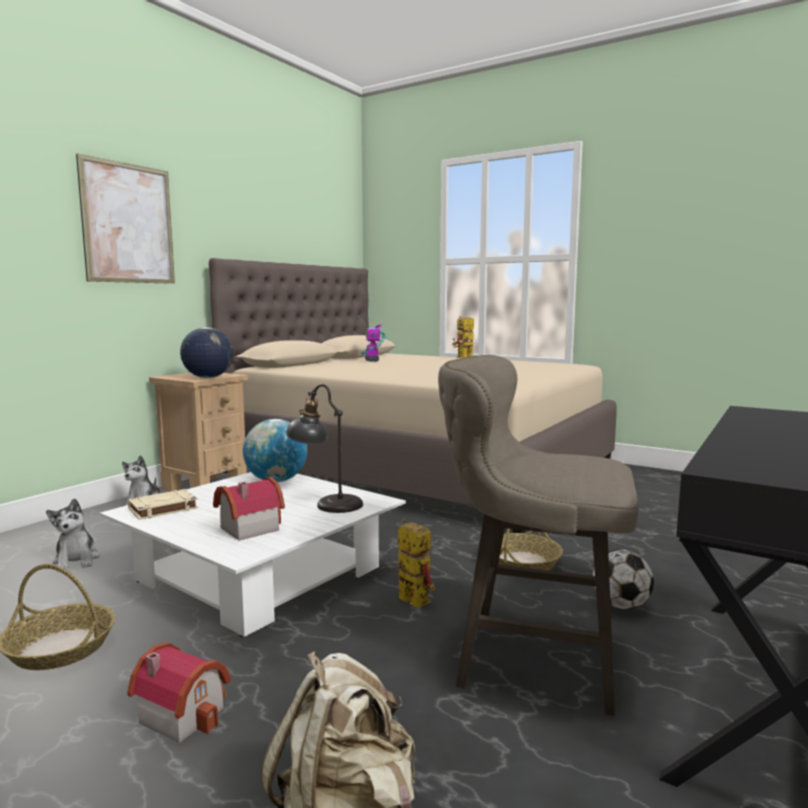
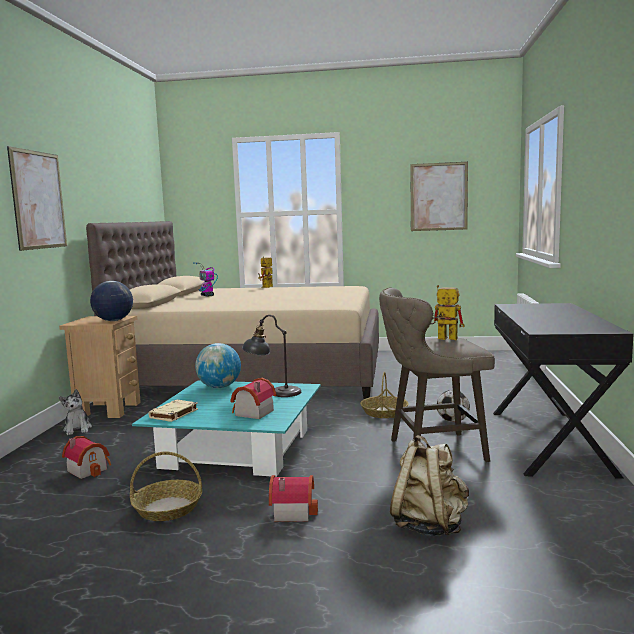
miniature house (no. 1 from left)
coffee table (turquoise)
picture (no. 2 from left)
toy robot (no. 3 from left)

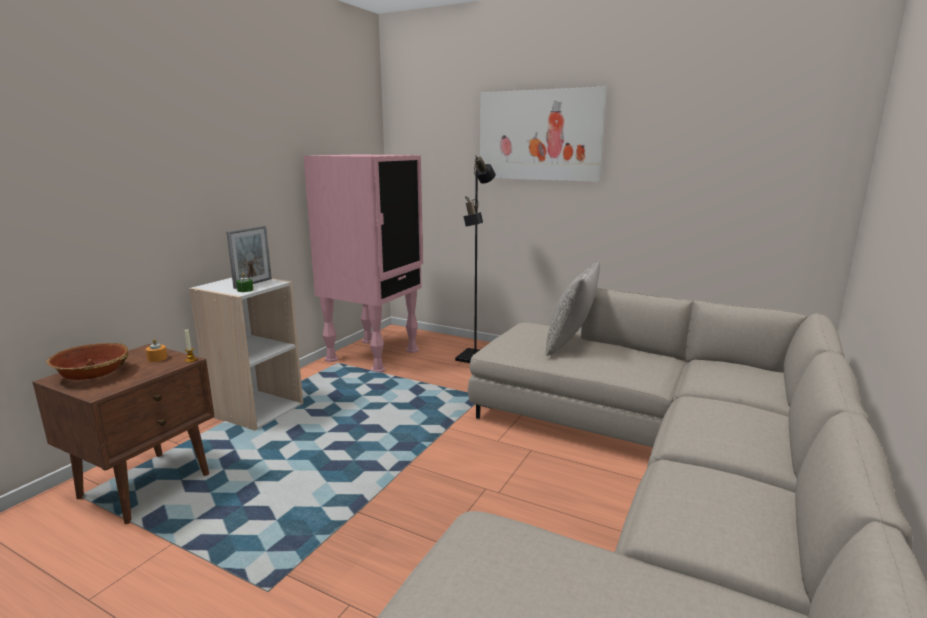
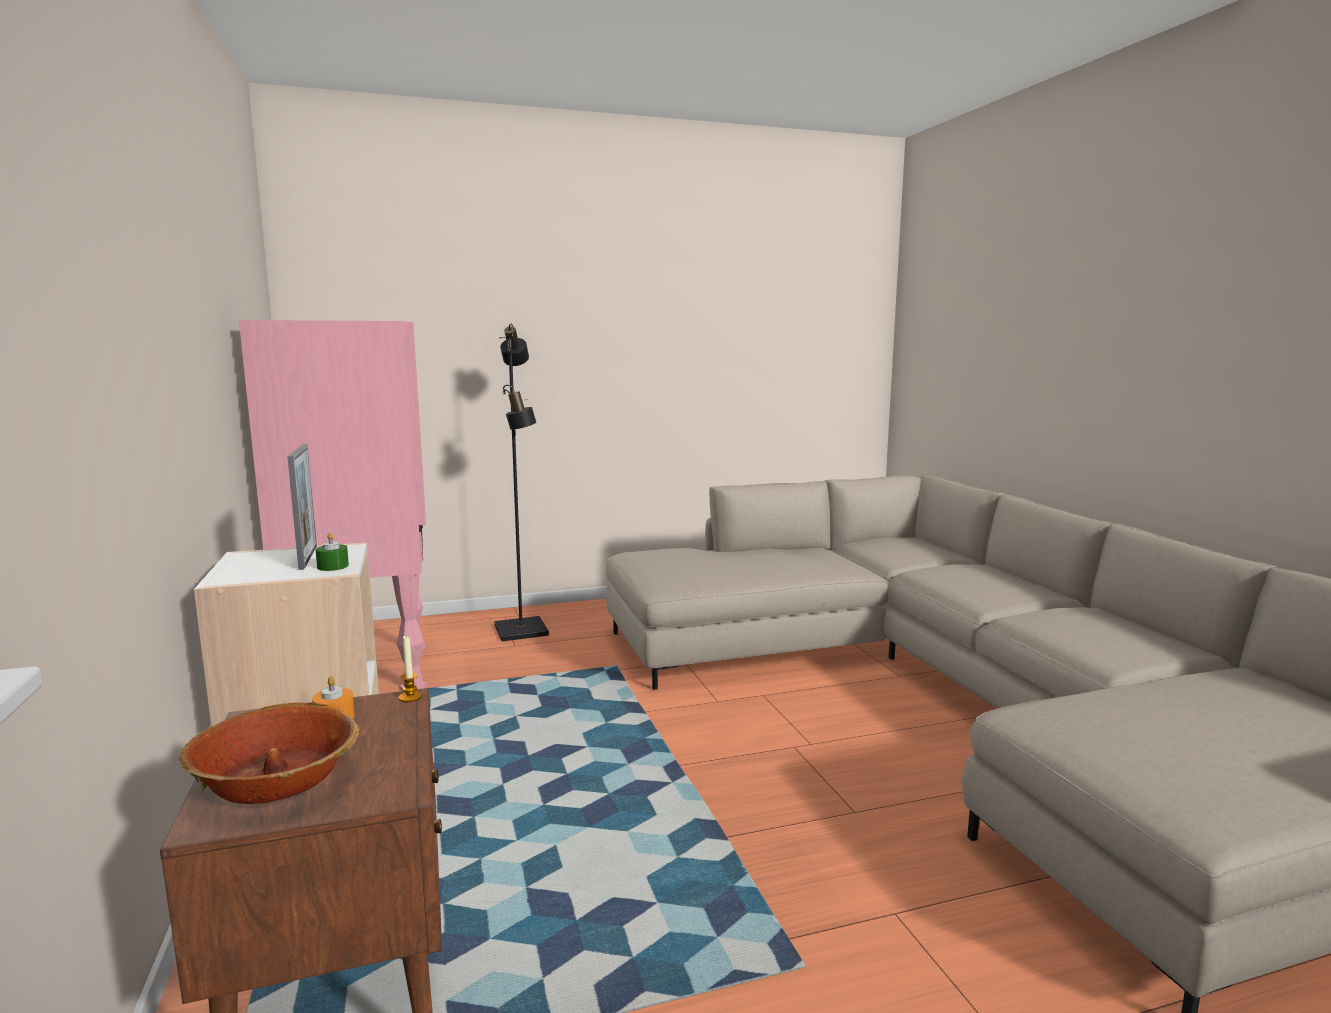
picture
throw pillow (gray)

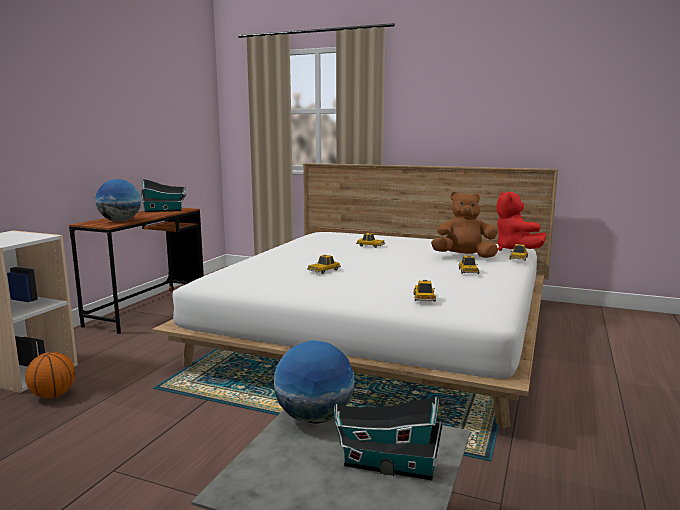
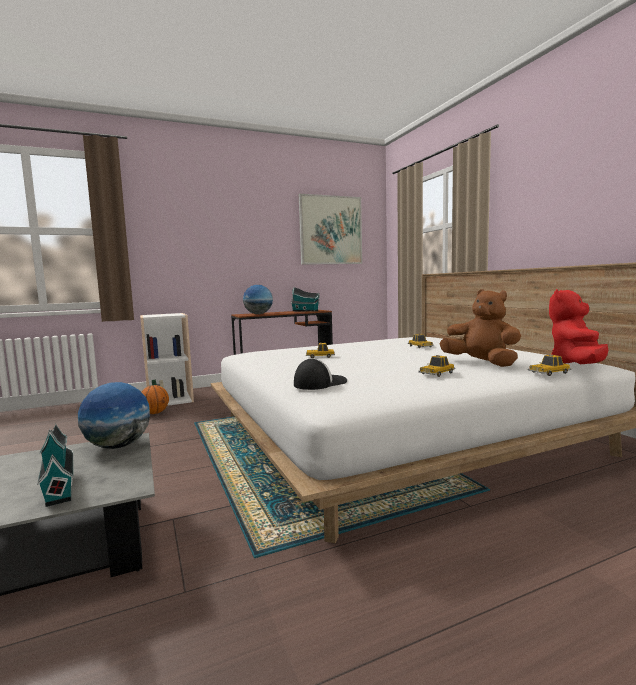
peaked cap
picture

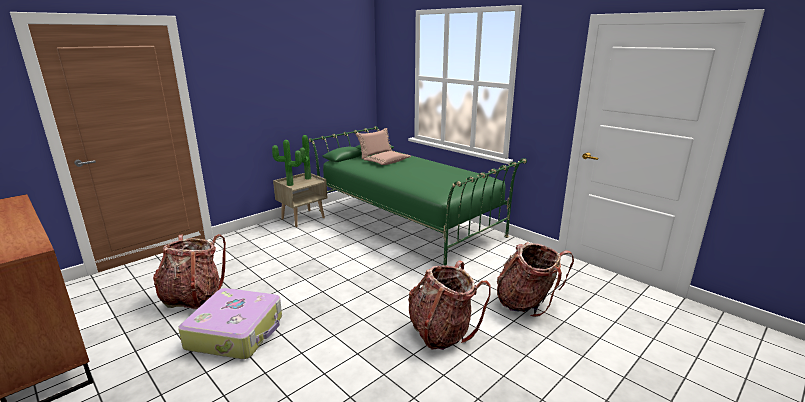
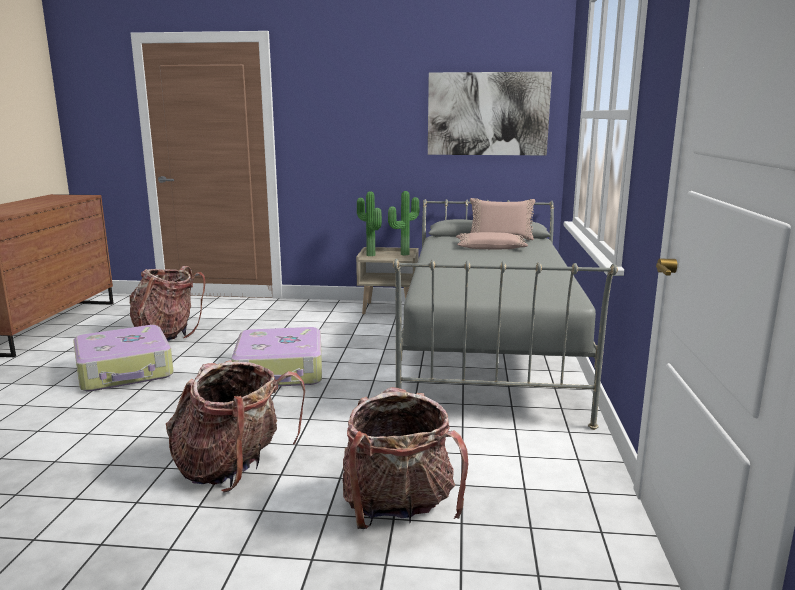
piece of luggage (no. 2 from left)
bedroom bed (gray)
picture

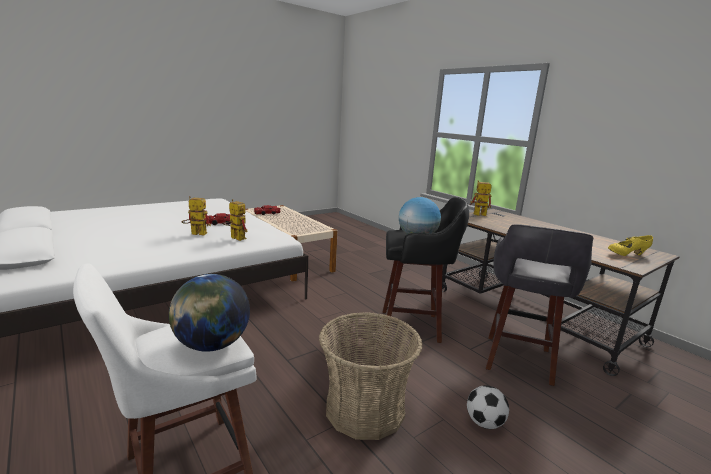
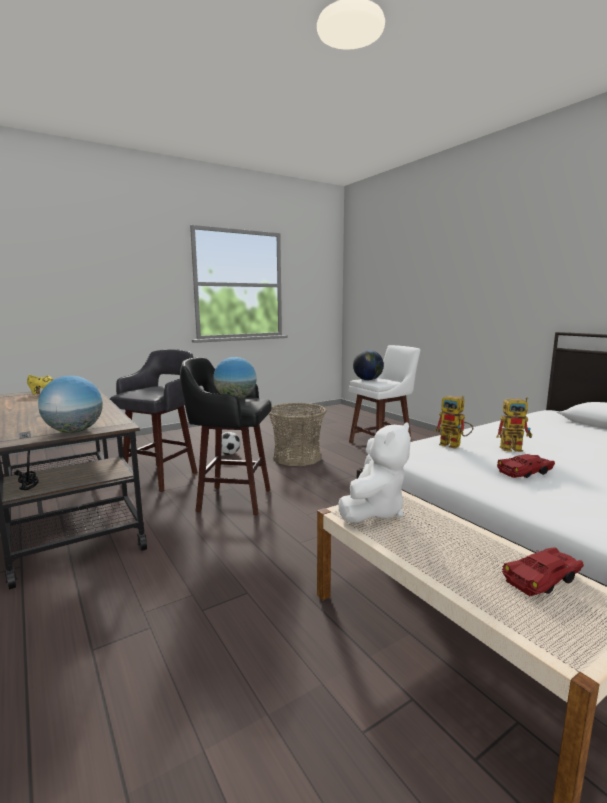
desk globe (no. 1 from left)
cuddly toy (white-coloured)

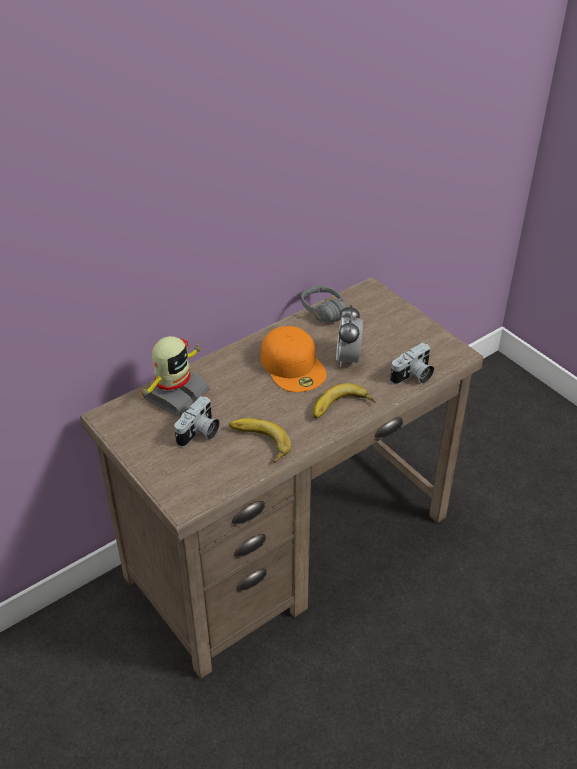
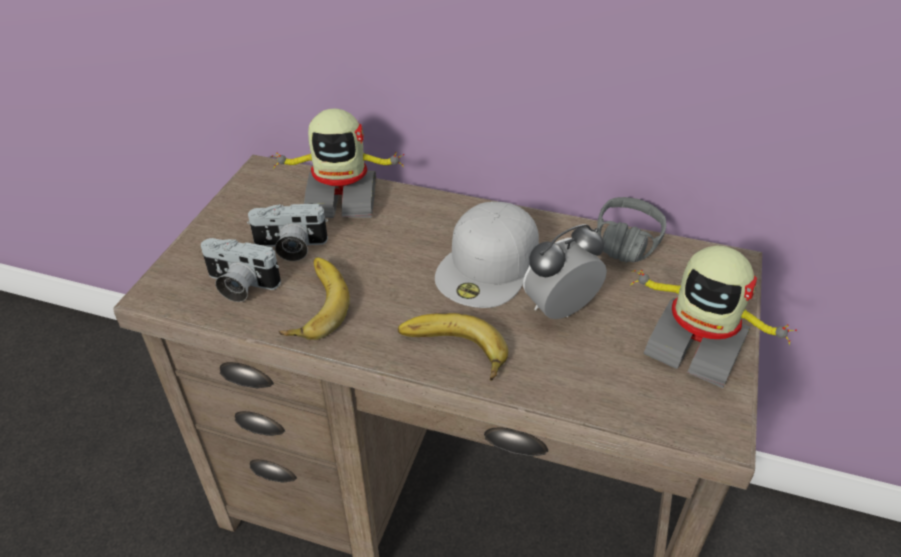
photo camera (no. 1 from left)
peaked cap (white-coloured)
toy robot (no. 2 from left)

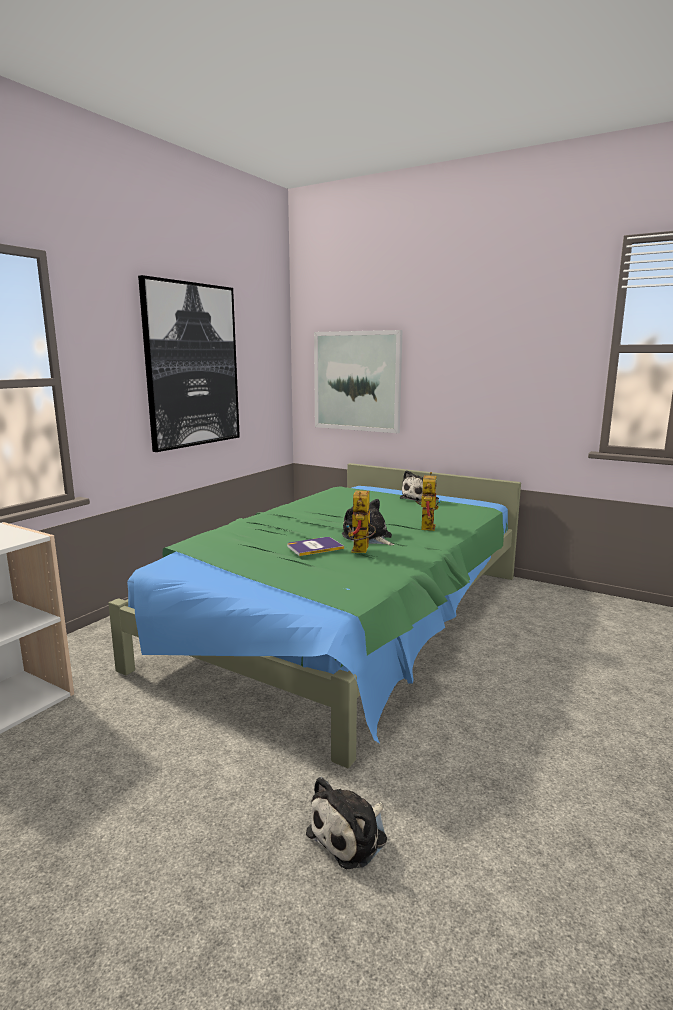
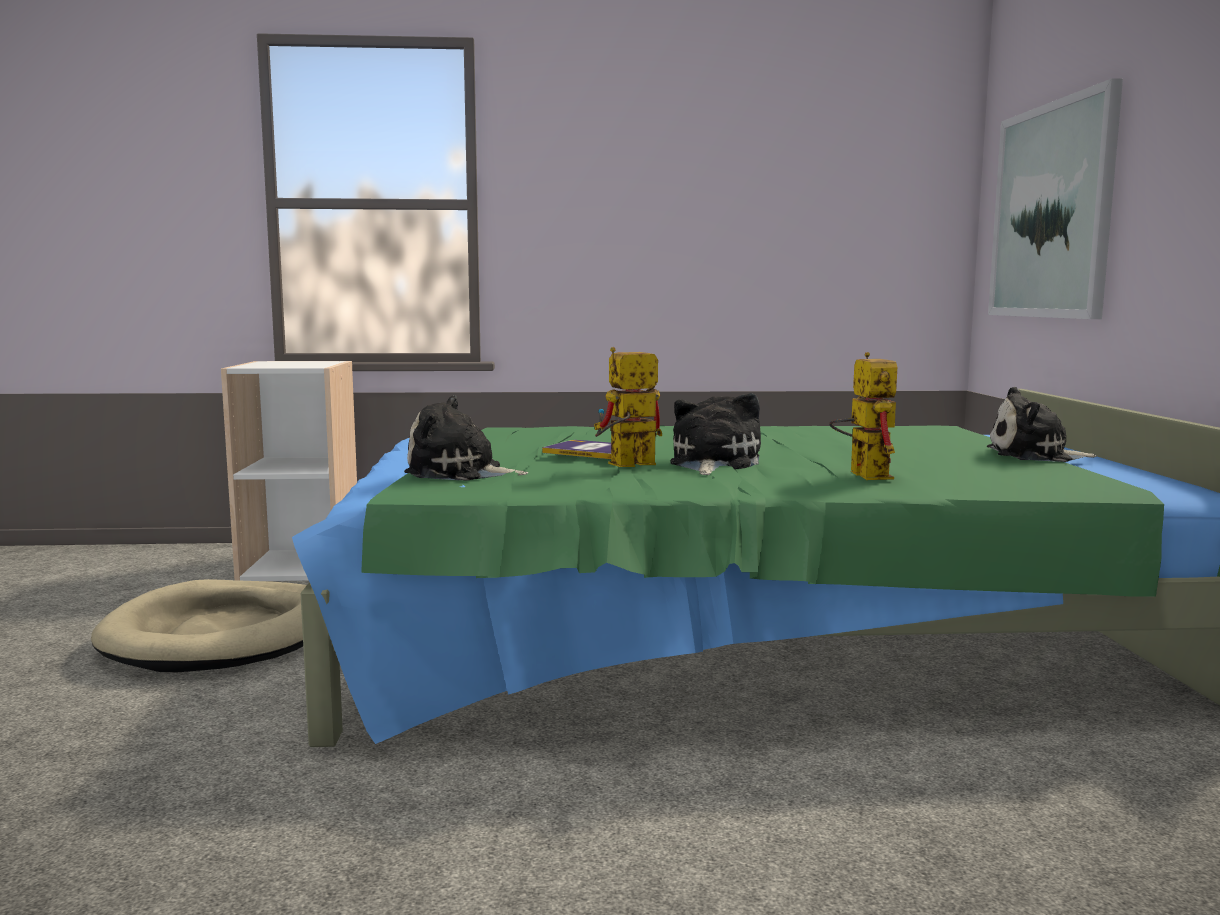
dog bed (beige)
cuddly toy (no. 1 from left)
toy robot (no. 2 from left)
picture (no. 1 from left in the first image)

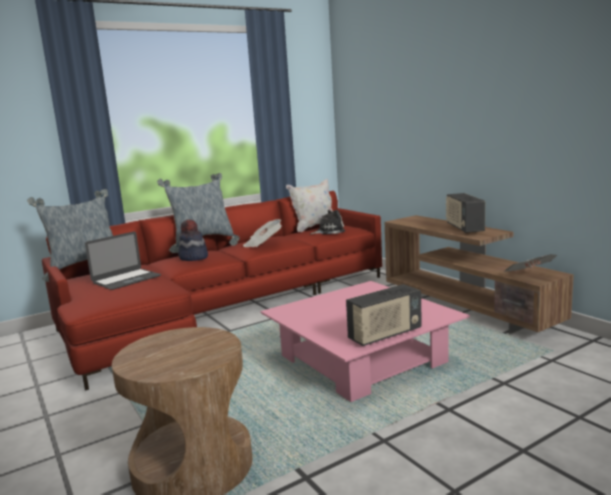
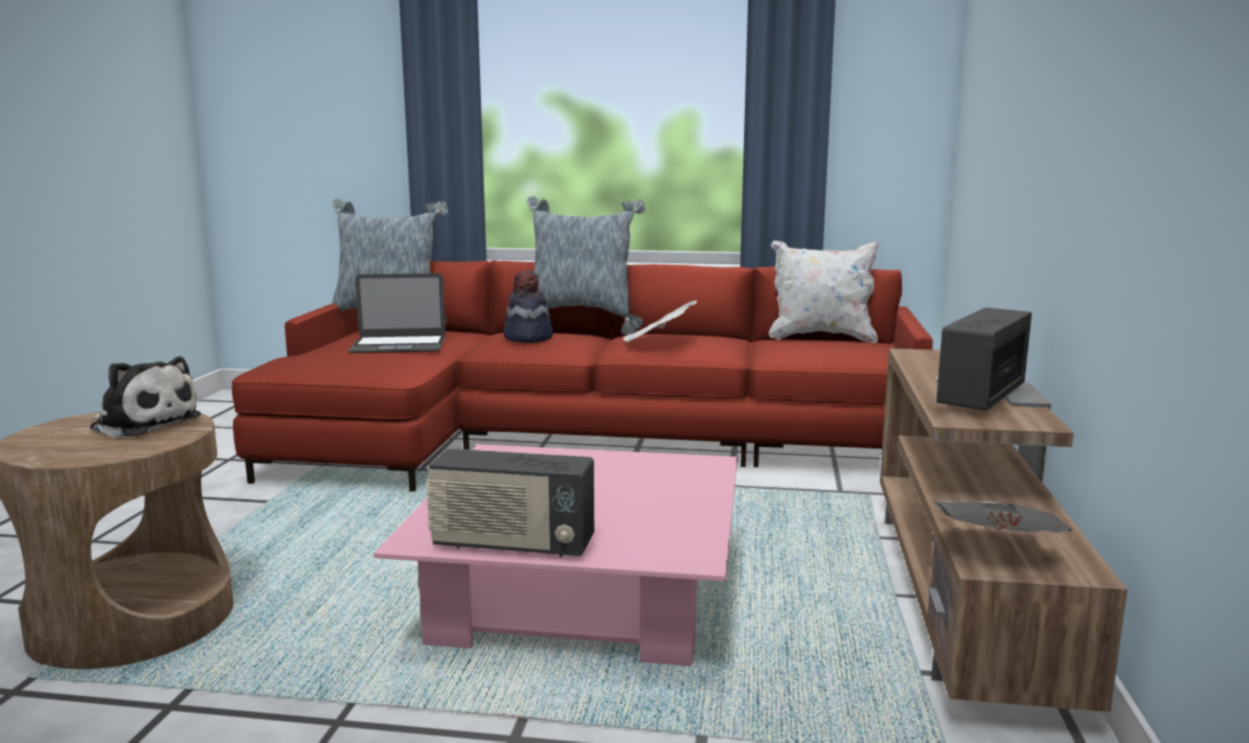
cuddly toy

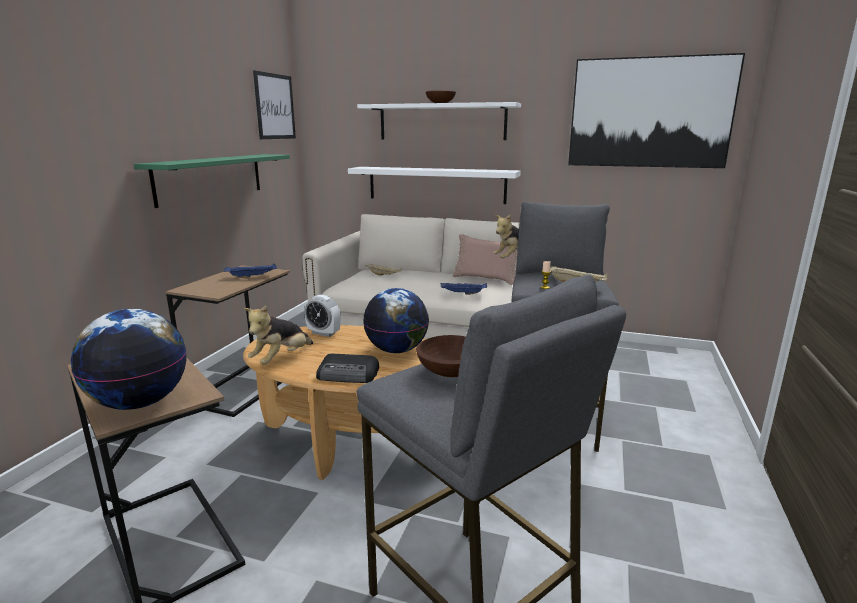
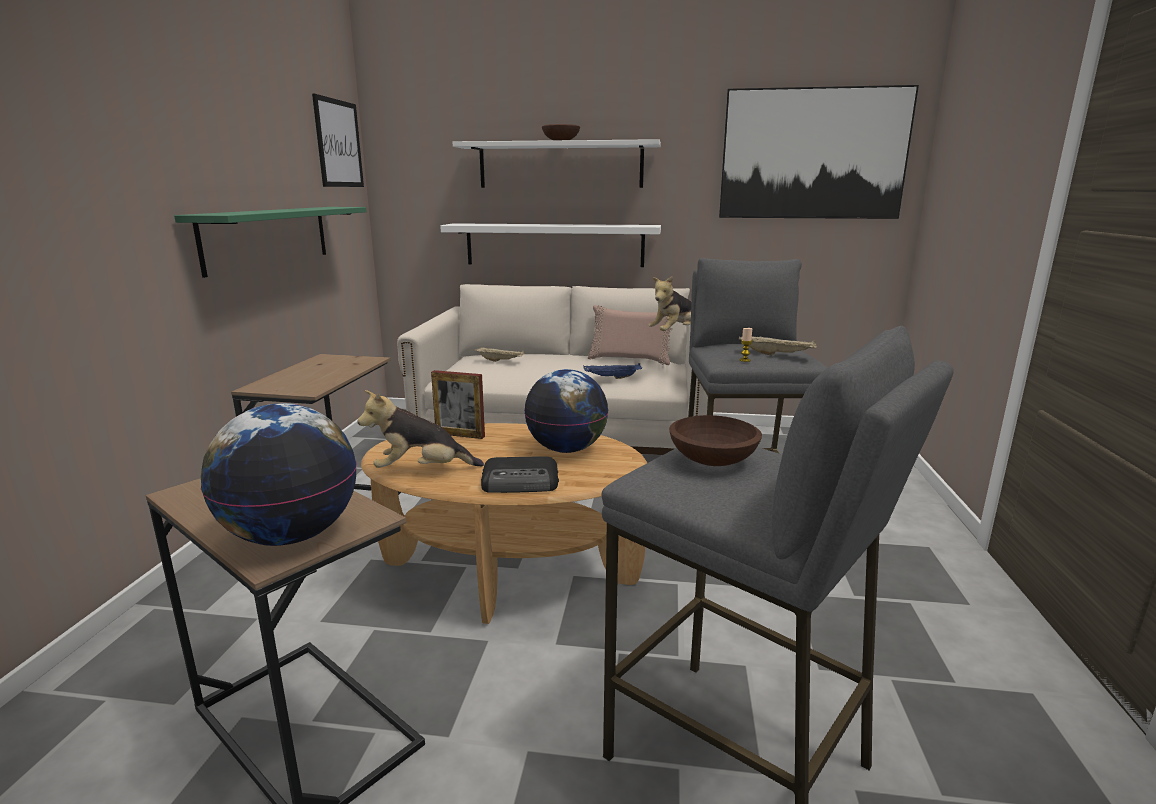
cuddly toy (no. 1 from left)
photo frame
serving tray (blue-coloured) (no. 1 from left in the first image)

